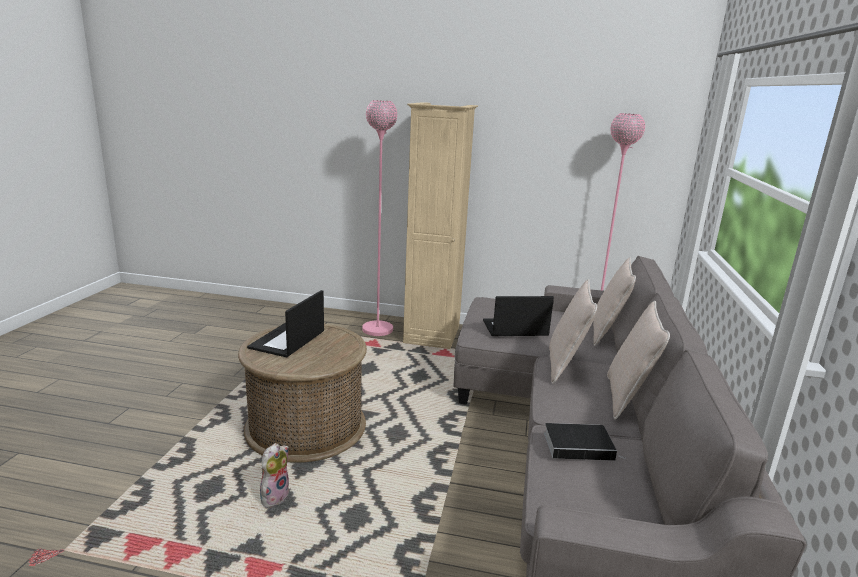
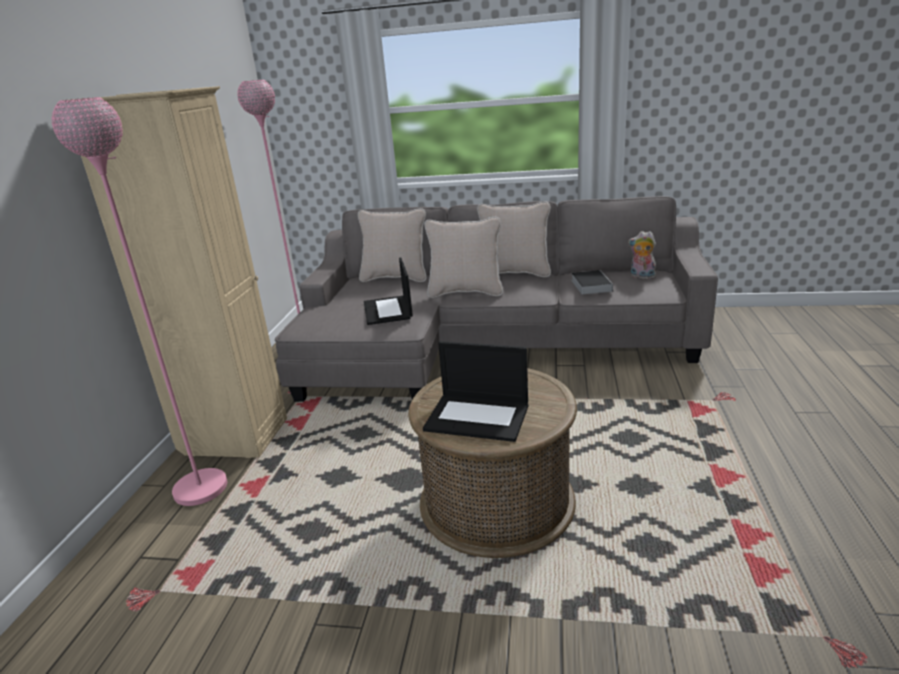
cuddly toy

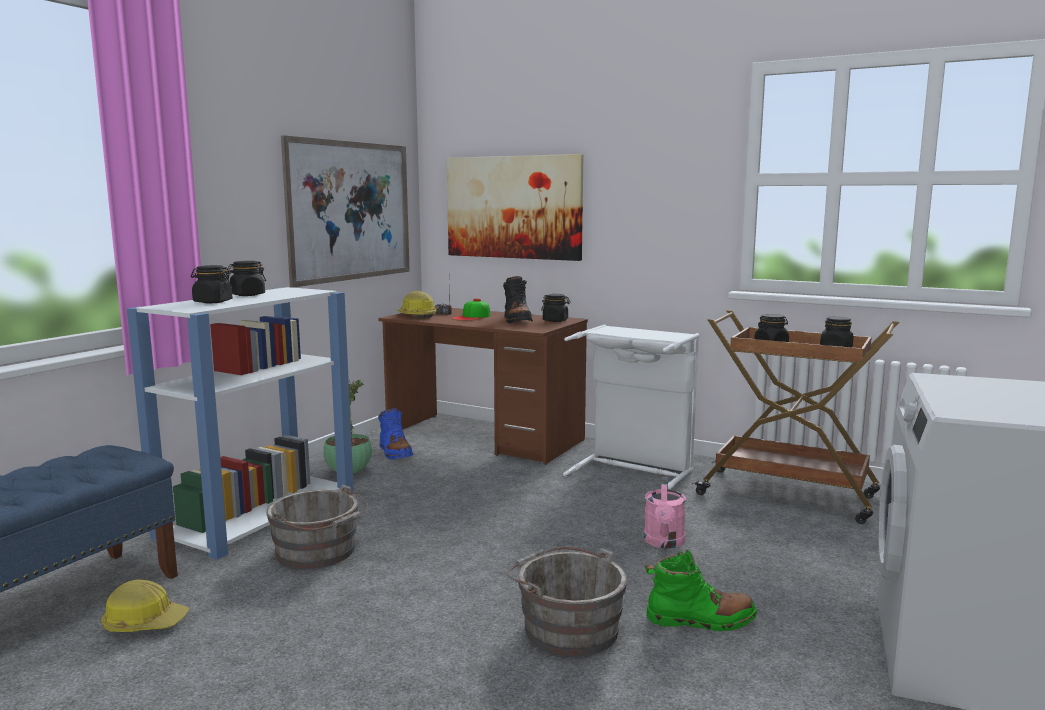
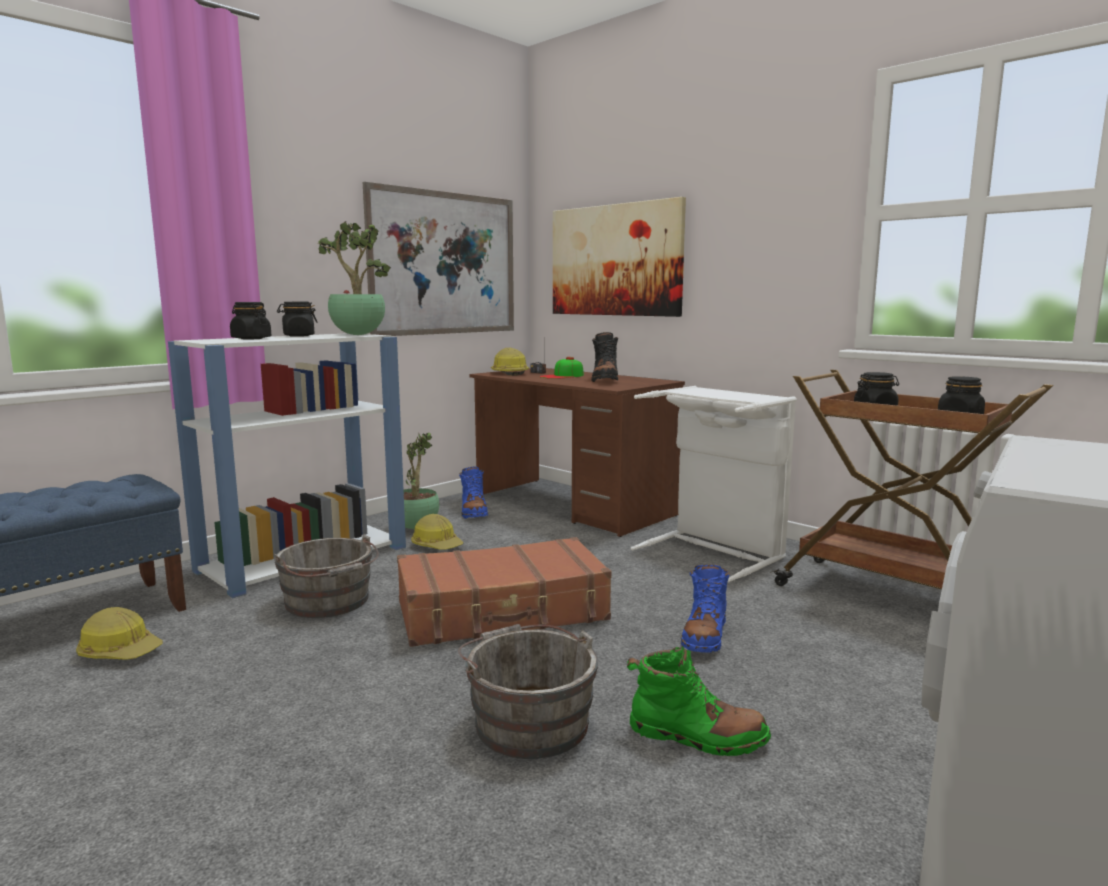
houseplant (no. 1 from left)
piece of luggage (brown)
work helmet (no. 2 from left)
tall boot (blue-coloured) (no. 2 from left)
storage jar (black) (no. 3 from left in the first image)

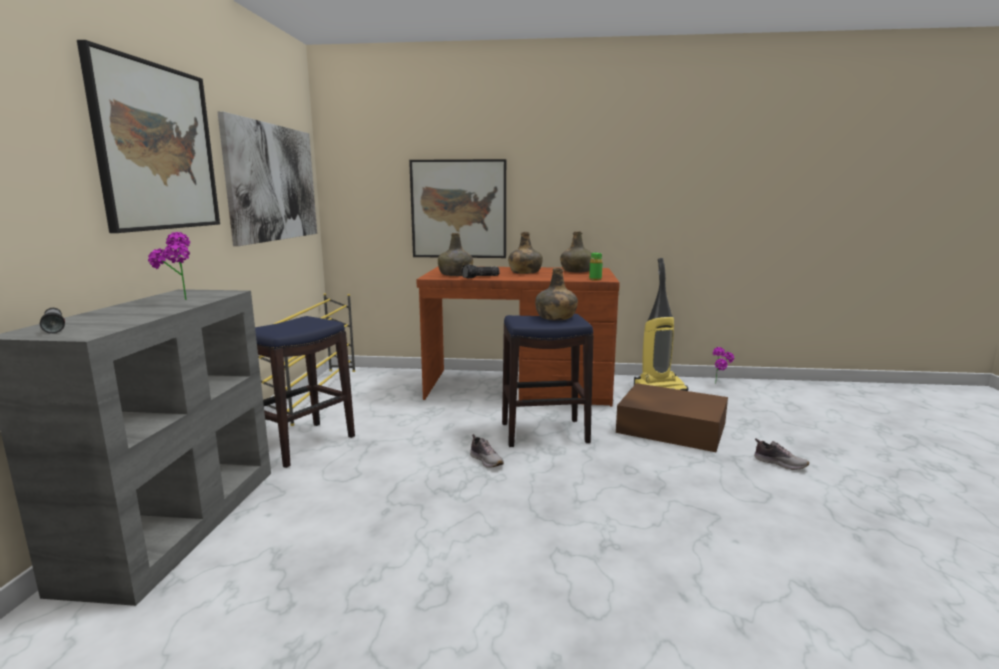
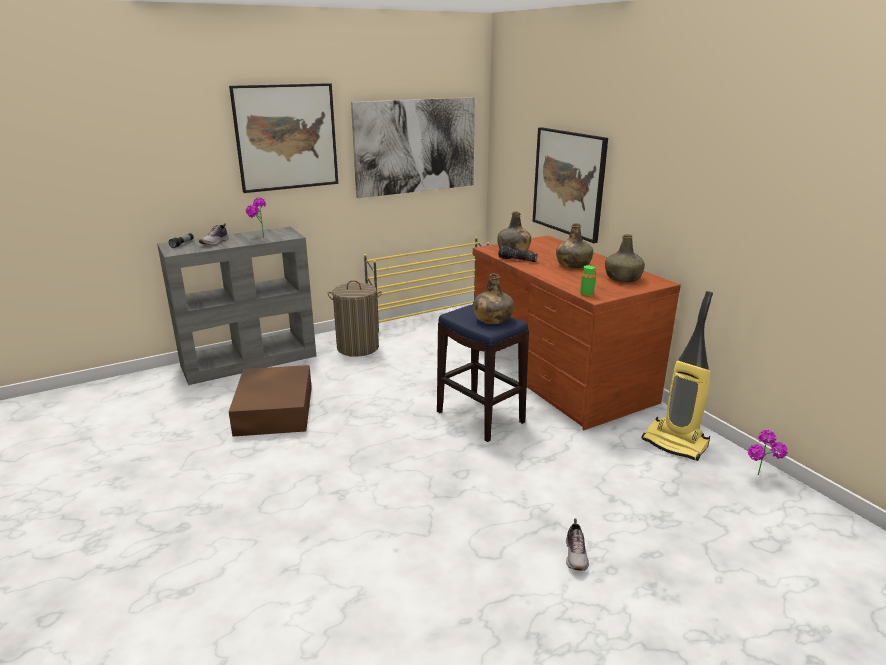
low shoe (no. 1 from left)
storage container (brown)
washing basket

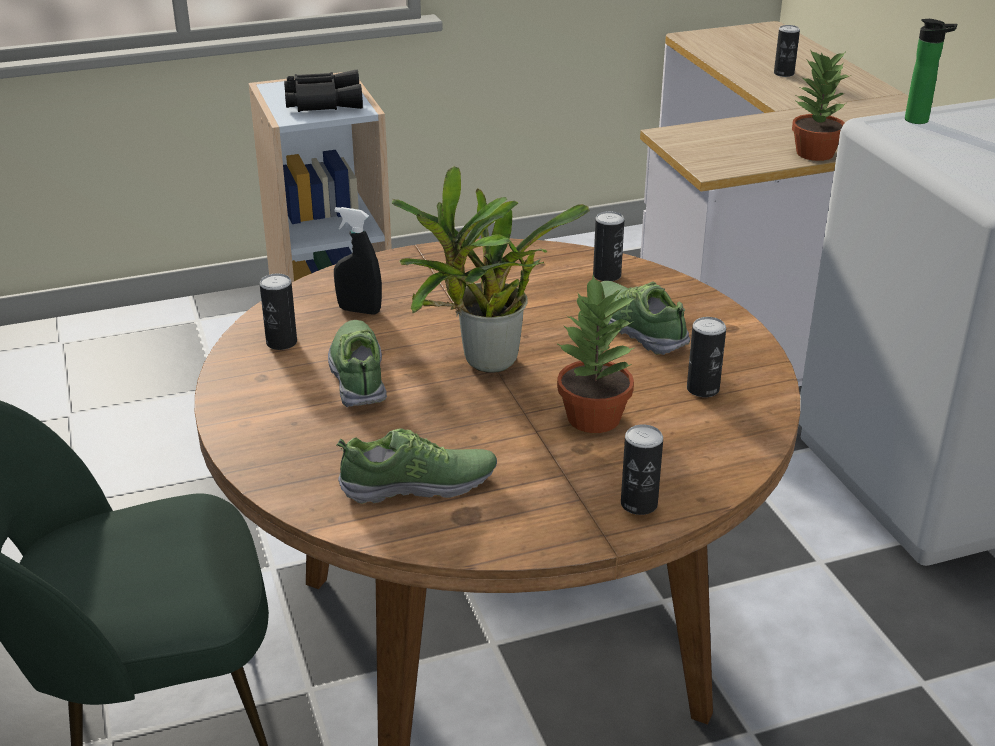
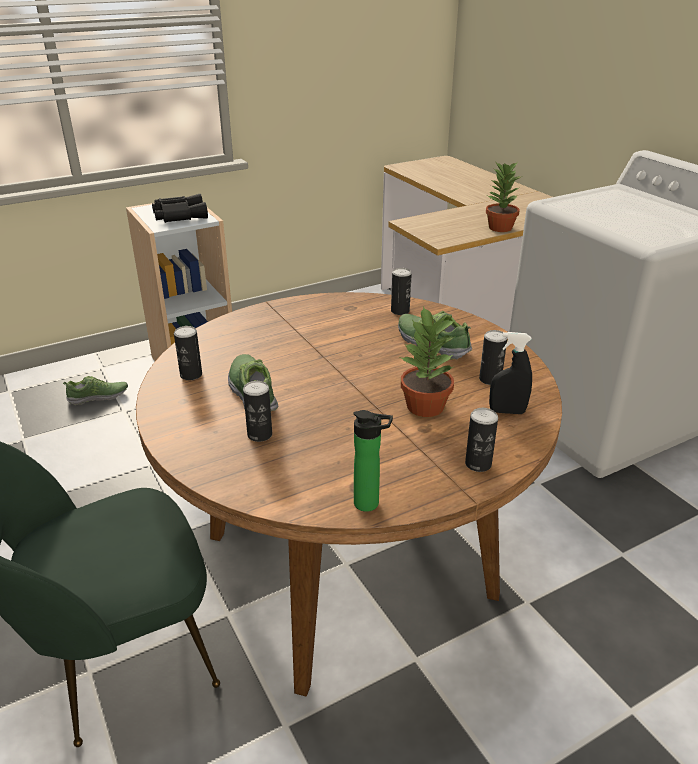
low shoe (no. 1 from left)
can (no. 2 from left)
bottle
hand sprayer (black)
houseplant (no. 1 from left in the first image)

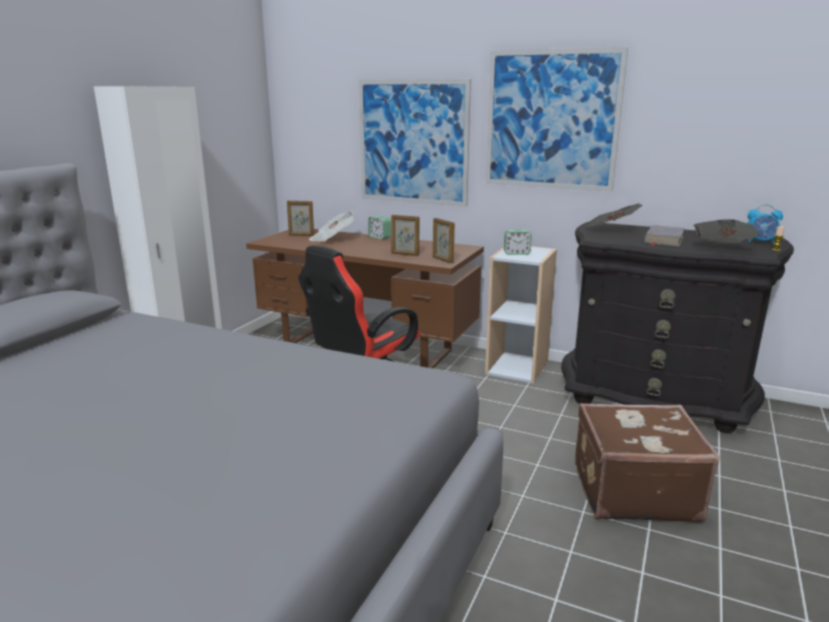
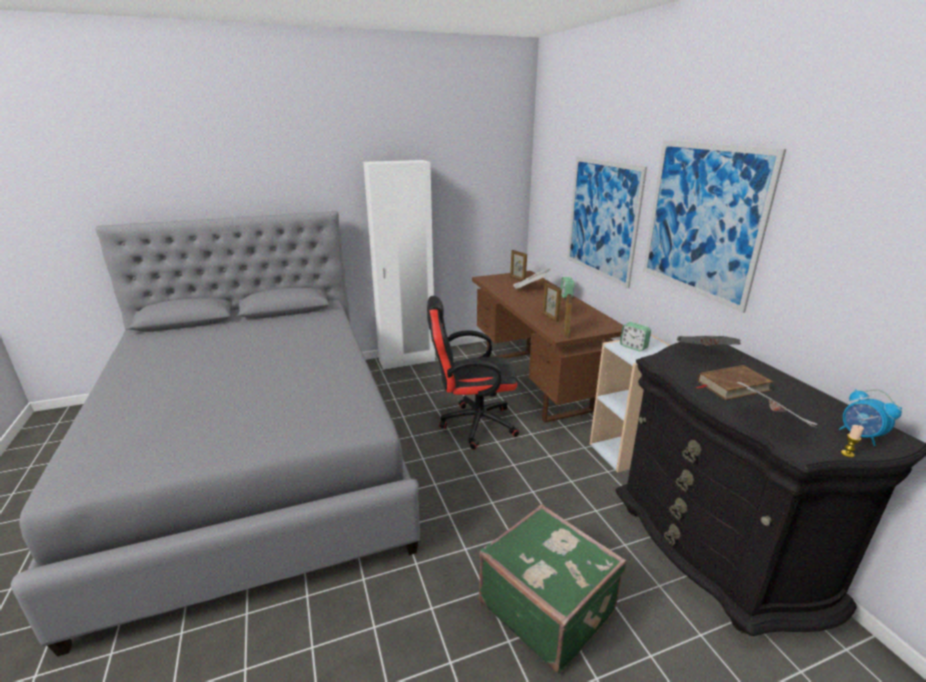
piece of luggage (green)
volume (brown)

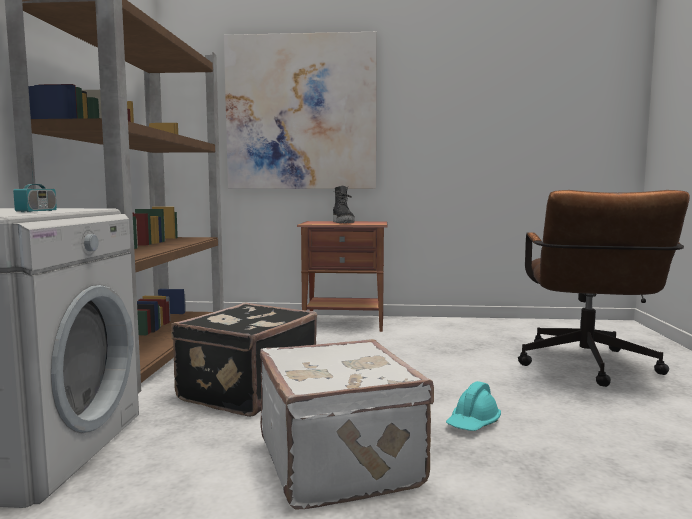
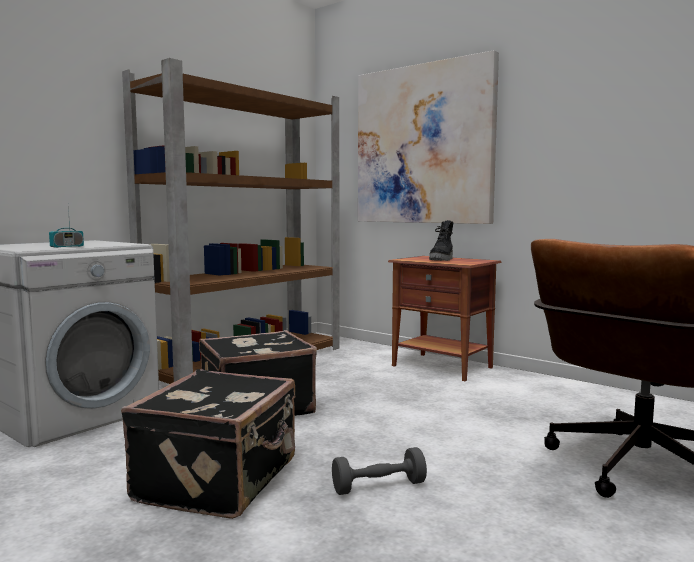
piece of luggage (black) (no. 1 from left)
hand weight (gray)

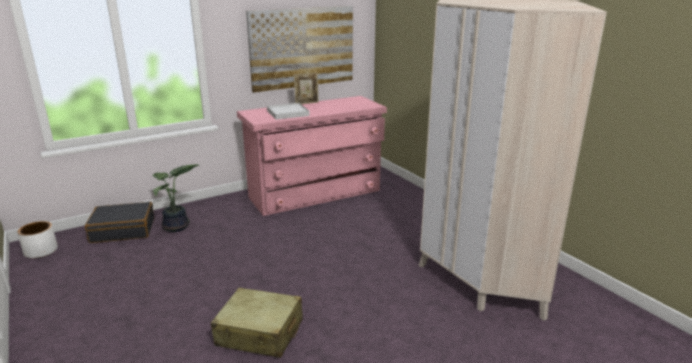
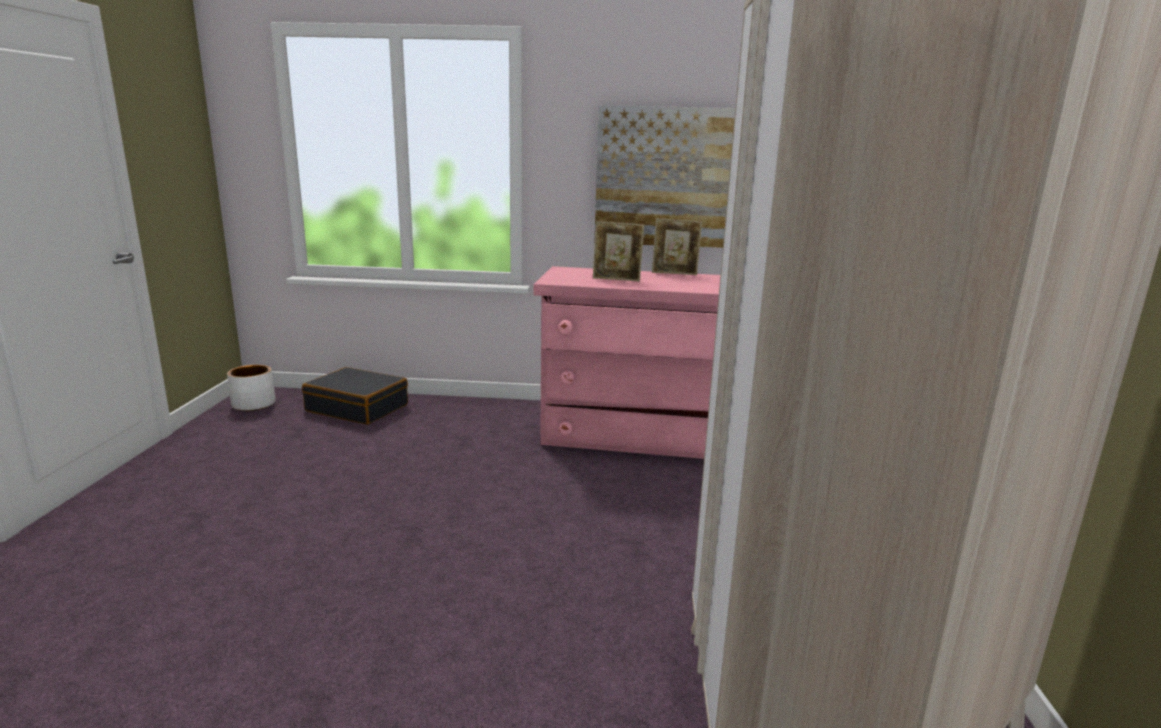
photo frame (no. 1 from left)
houseplant
piece of luggage (beige)

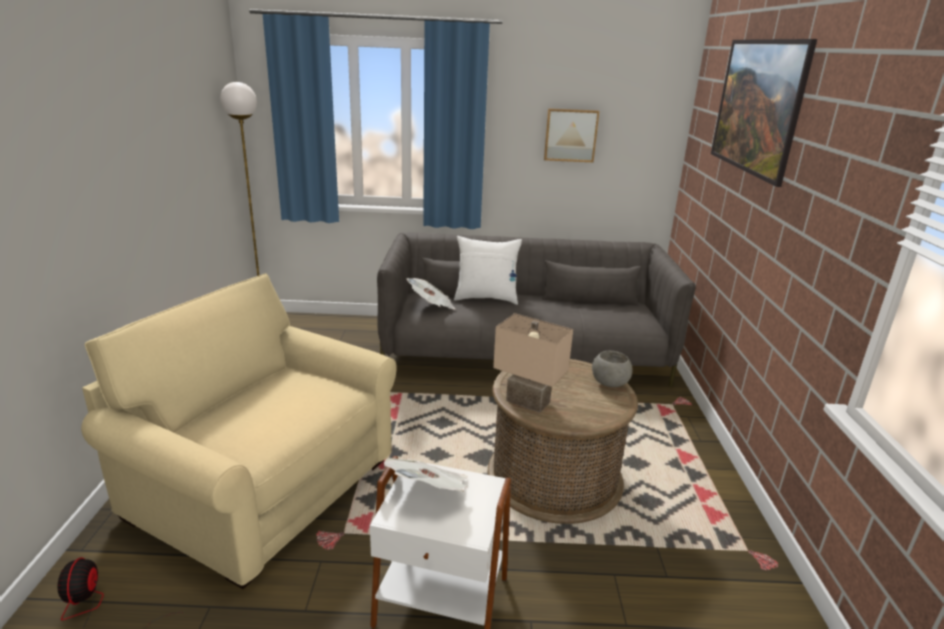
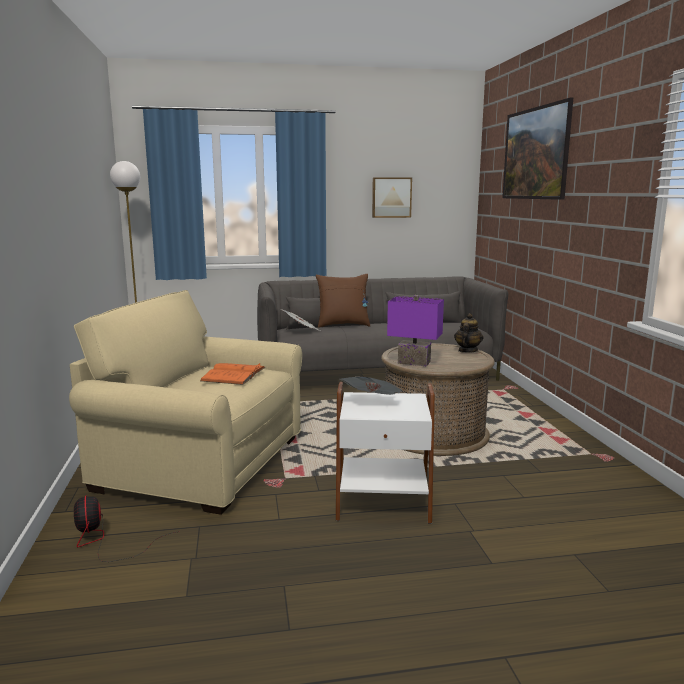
volume (orange)
throw pillow (brown)
table lamp (purple-coloured)
teapot

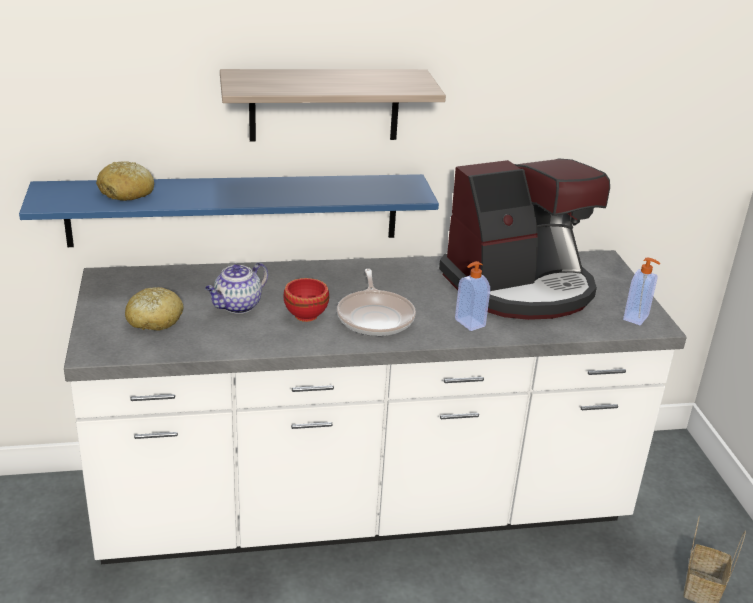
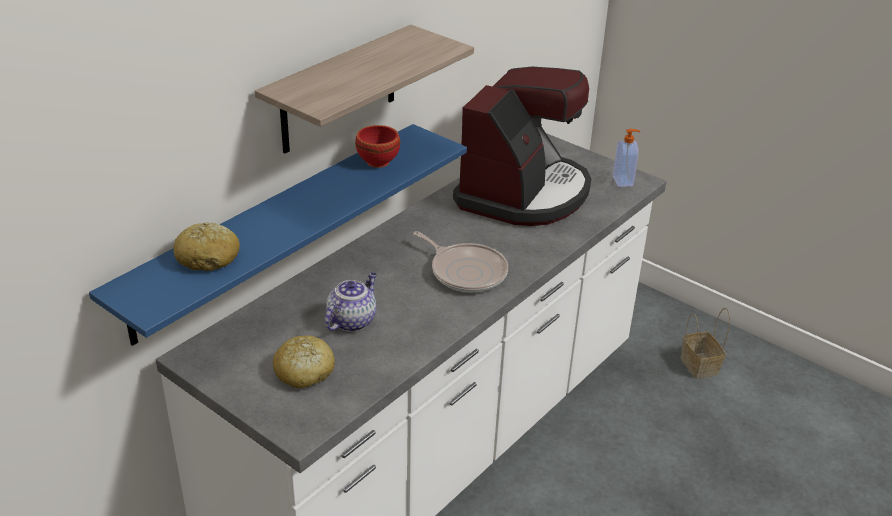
teapot
serving bowl (red-coloured)
soap dispenser (no. 1 from left in the first image)

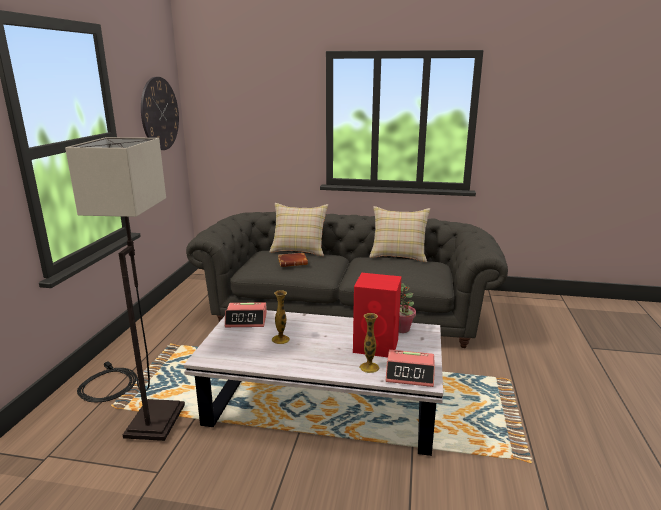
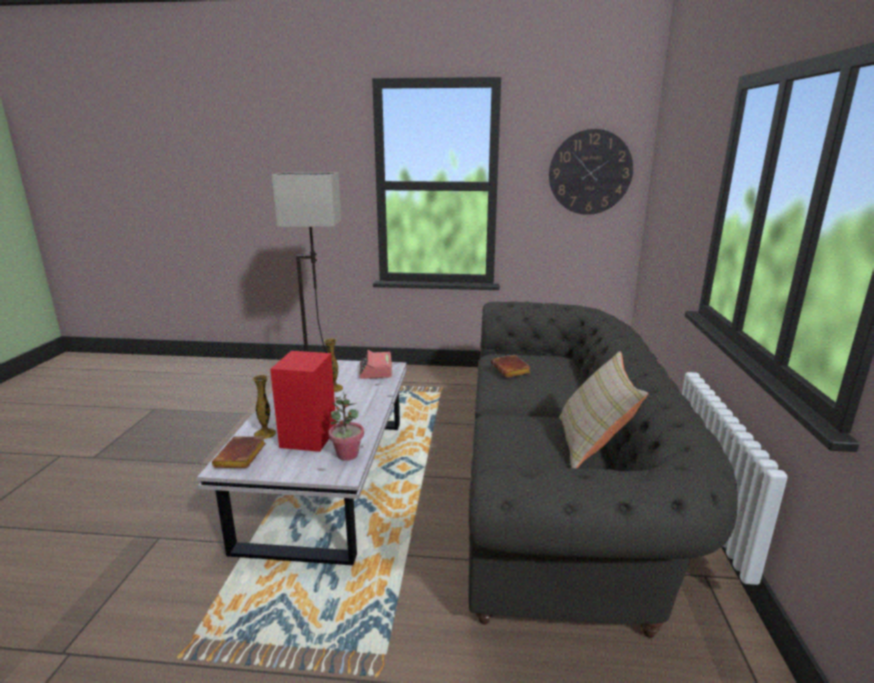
volume (brown) (no. 1 from left)
throw pillow (beige) (no. 1 from left in the first image)

